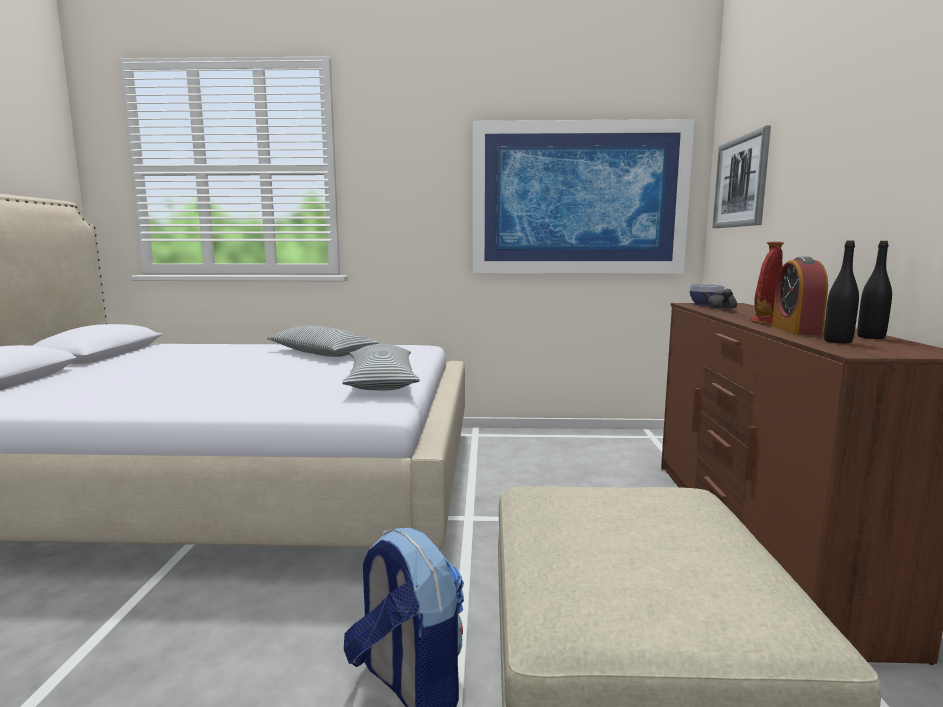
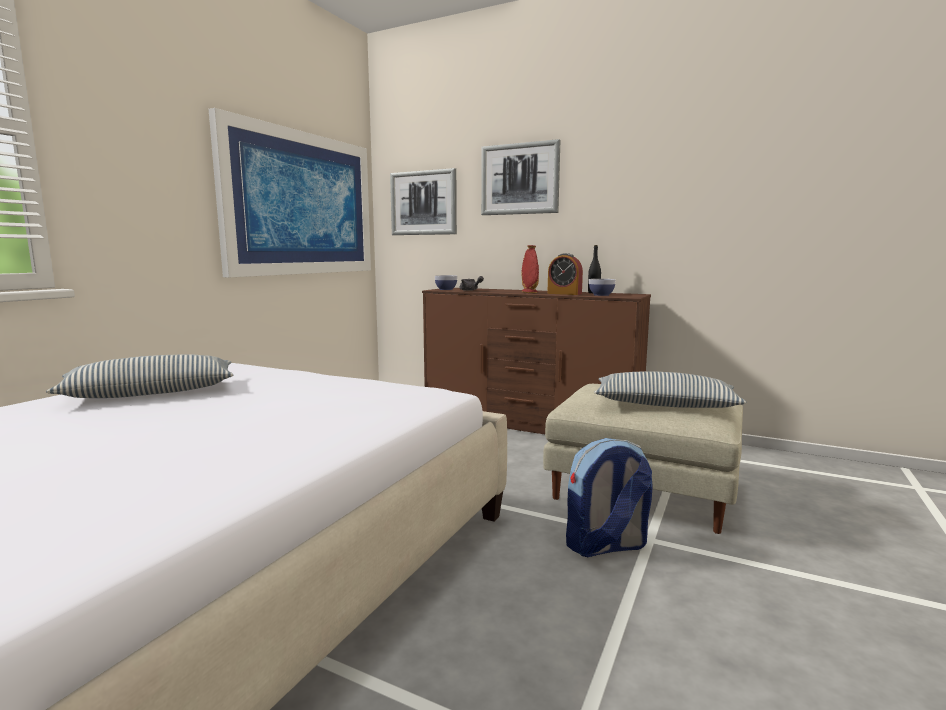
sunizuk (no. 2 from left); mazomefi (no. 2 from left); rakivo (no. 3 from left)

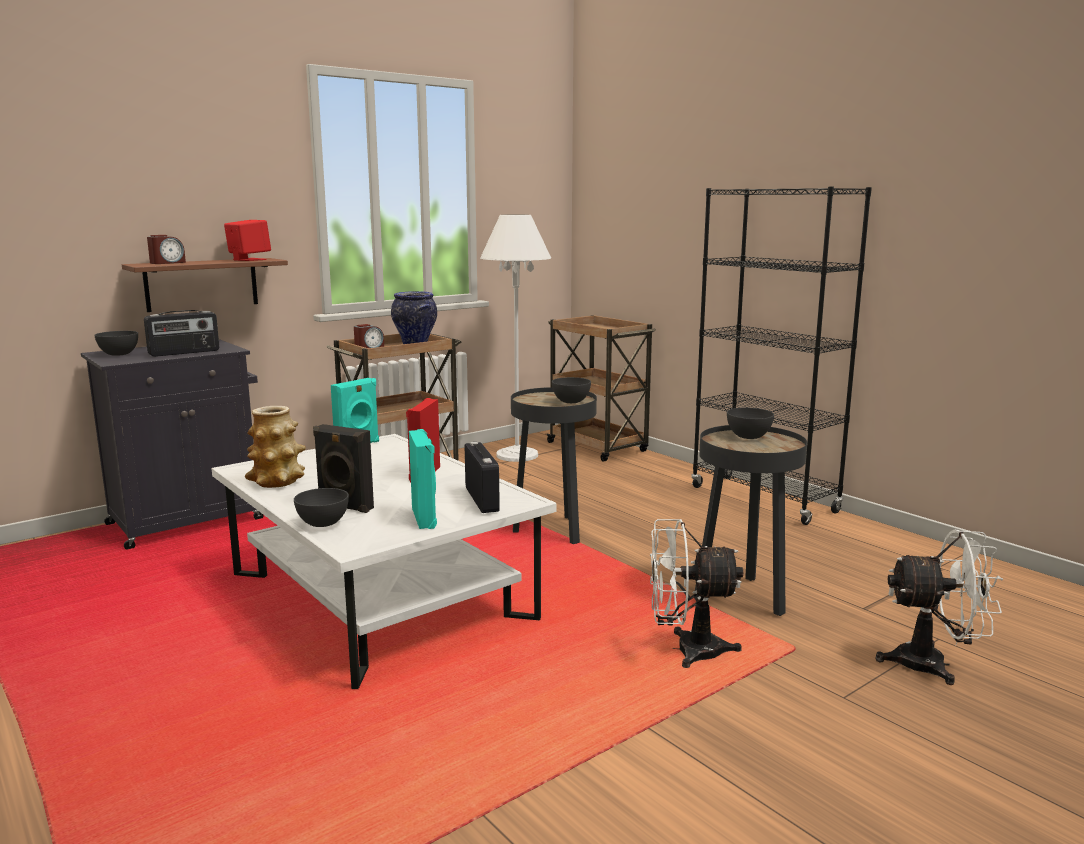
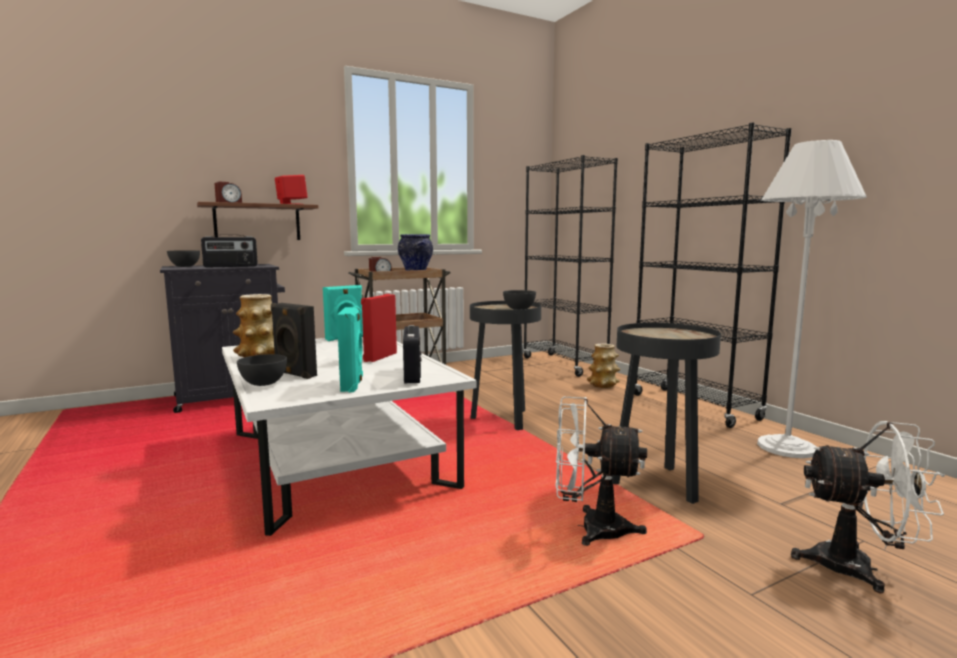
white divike; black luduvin (no. 1 from left); grey sunizuk (no. 4 from left in the first image); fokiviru (no. 3 from left)

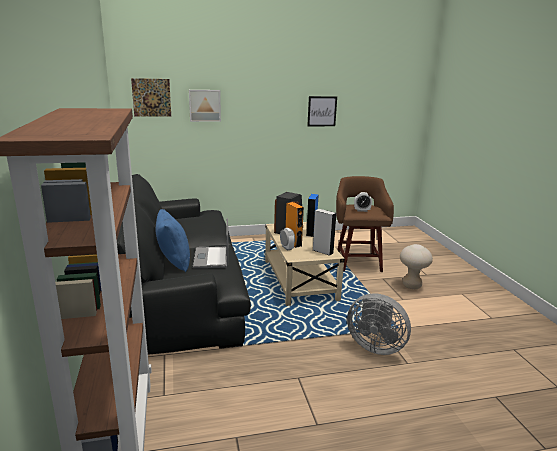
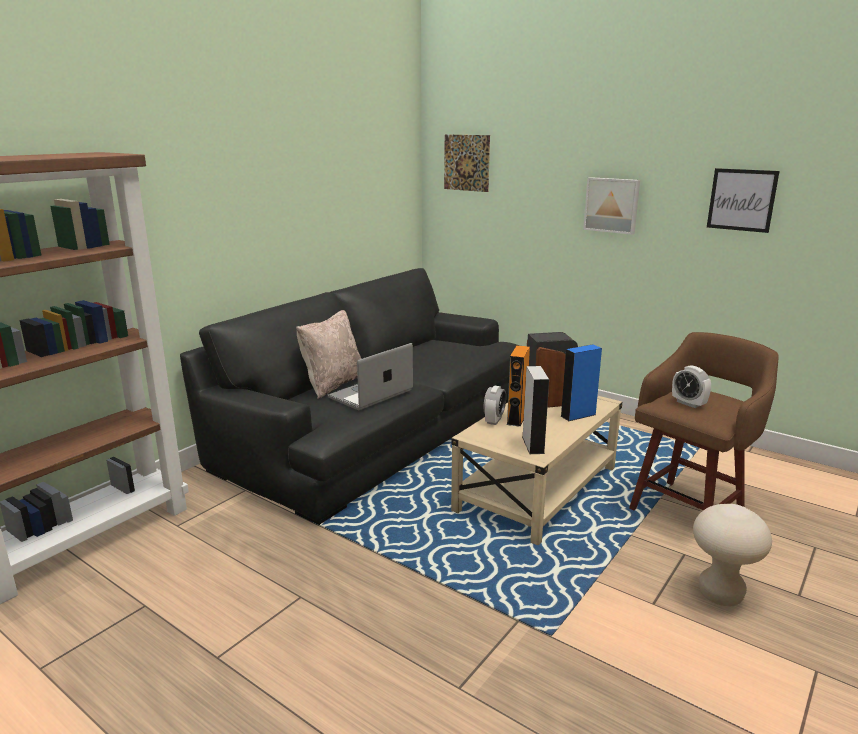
rakivo (no. 2 from left); beige mazomefi; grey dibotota

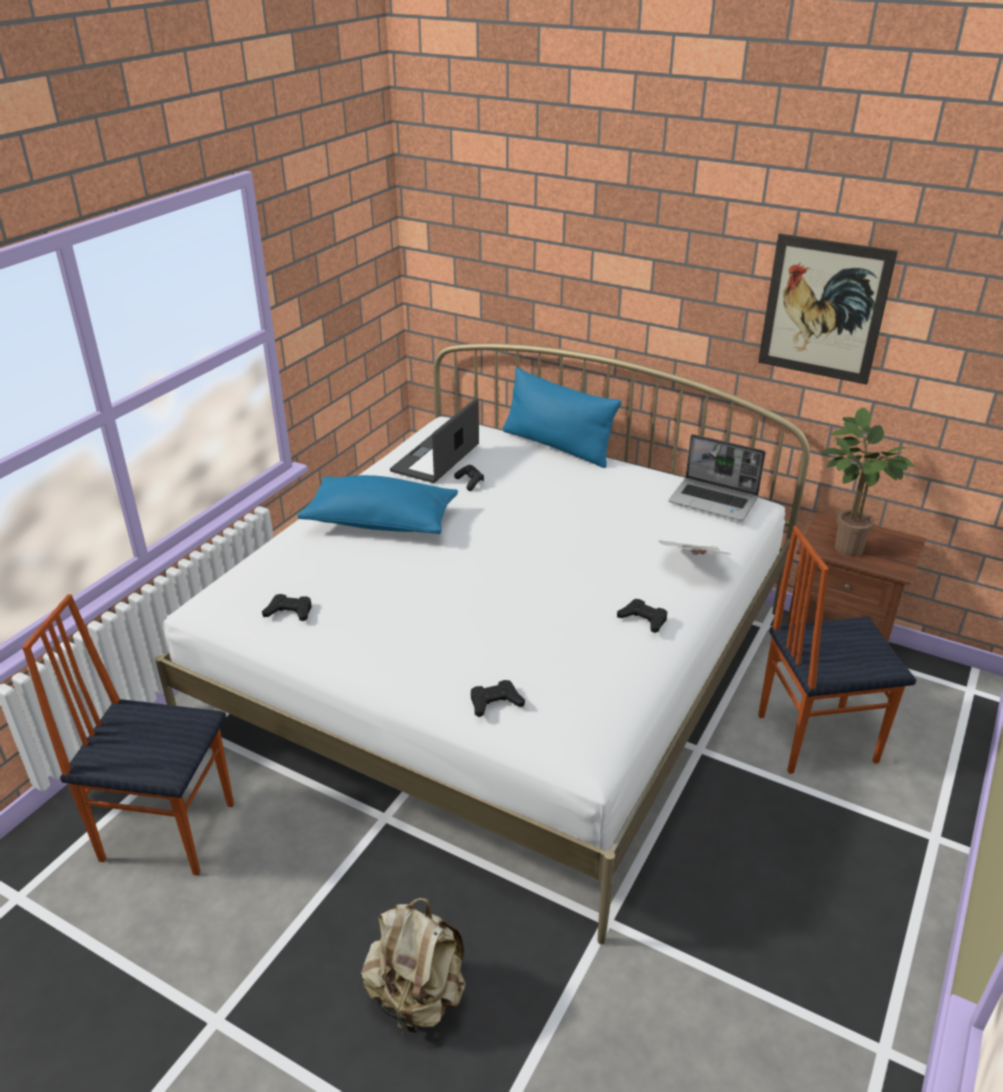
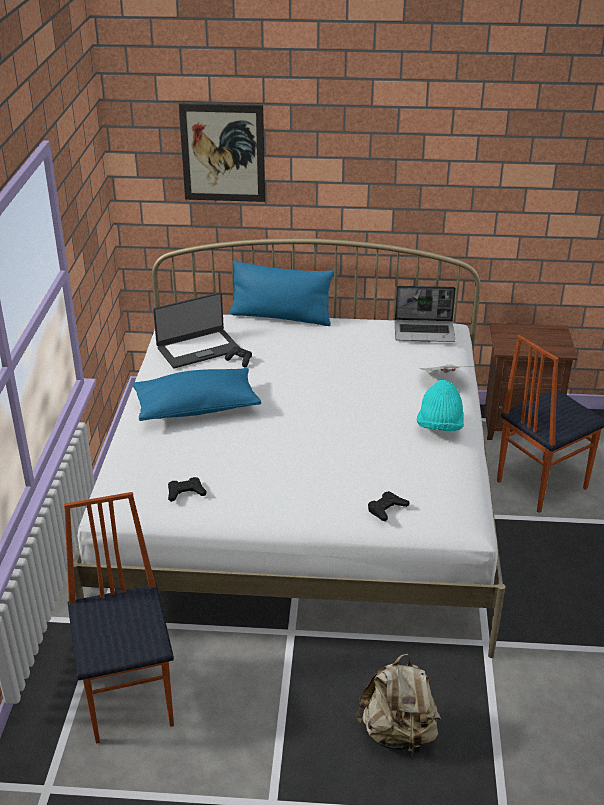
rakivo; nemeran (no. 1 from left); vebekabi; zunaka (no. 1 from left); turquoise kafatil

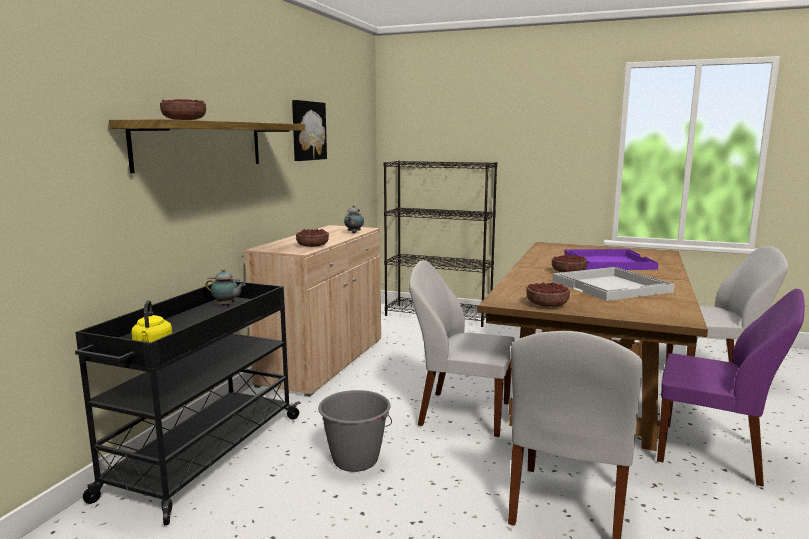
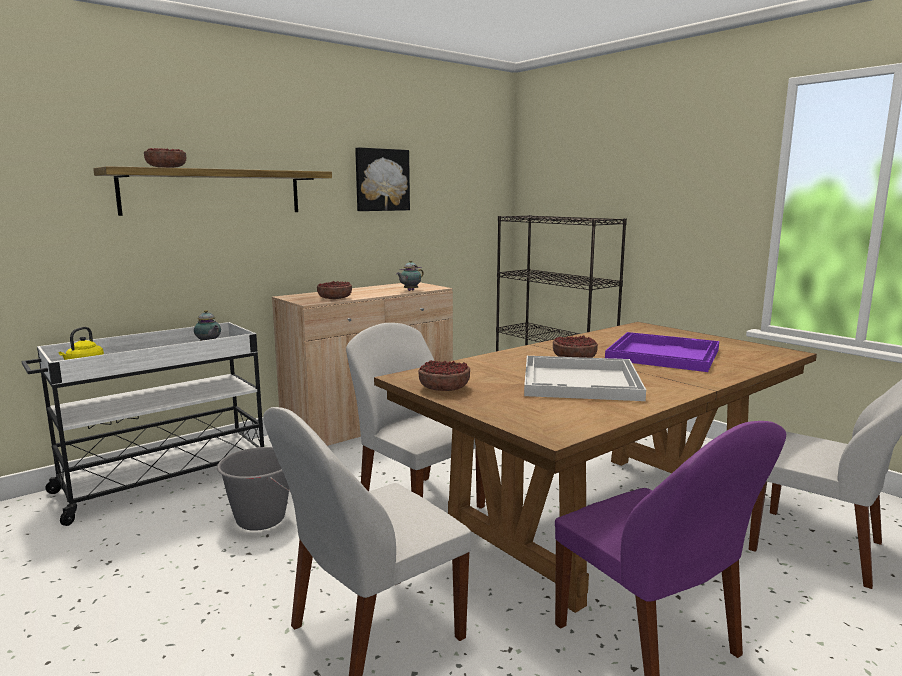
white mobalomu

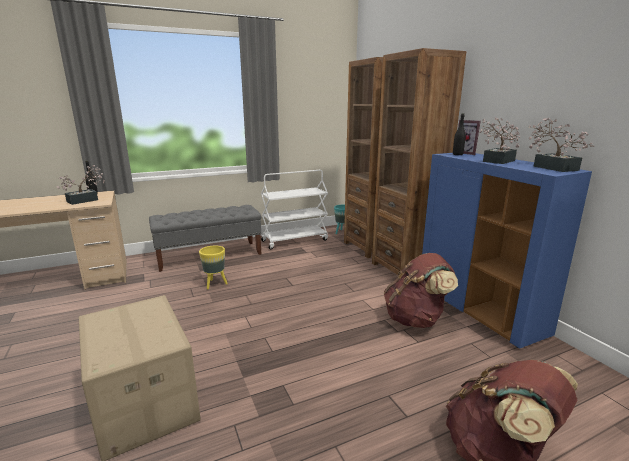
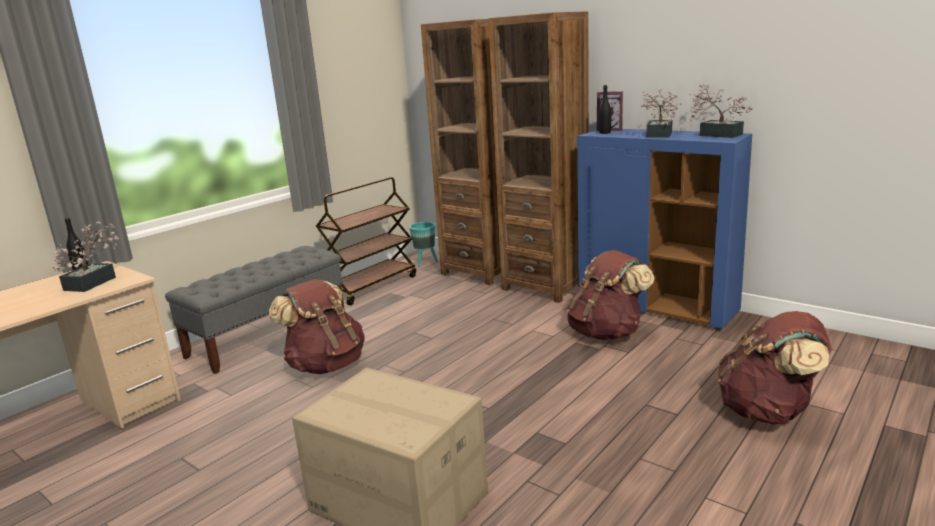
brown mobalomu; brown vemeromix (no. 1 from left)

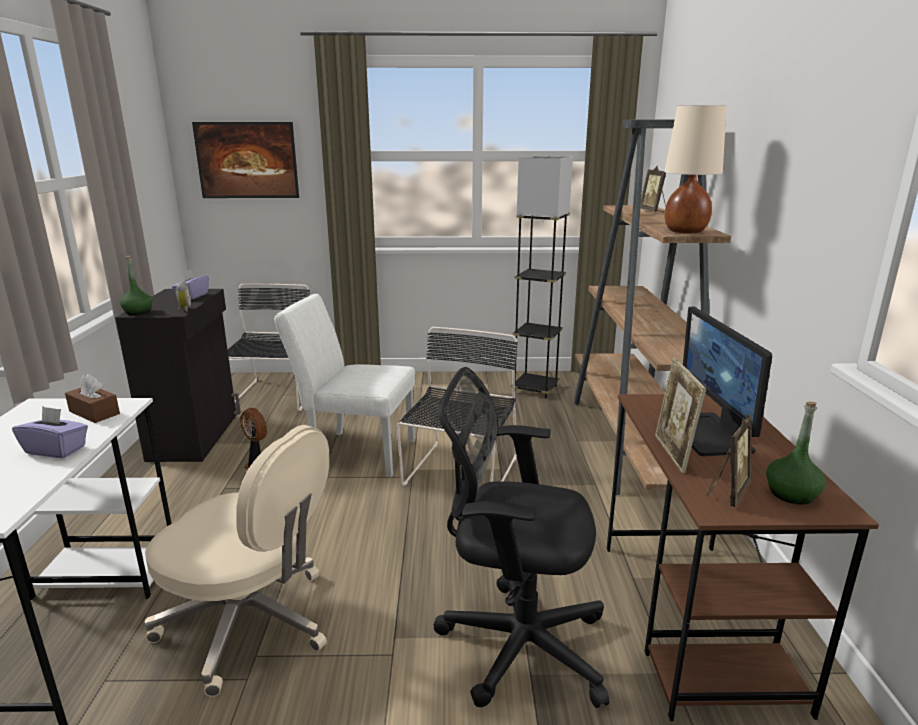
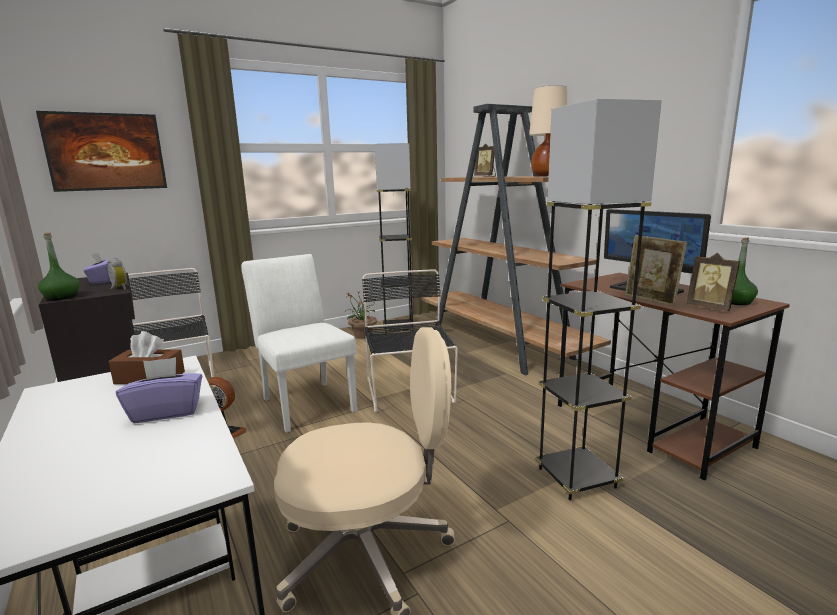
white zunaka; grey divike (no. 2 from left); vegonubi (no. 3 from left); vebekabi

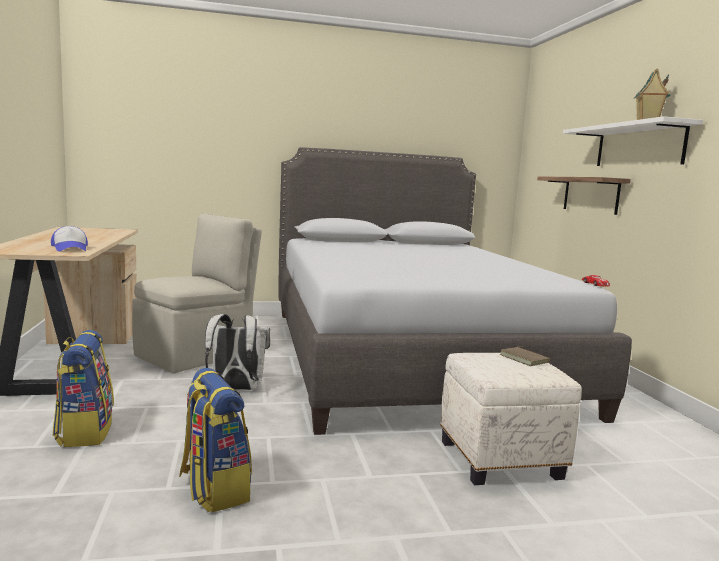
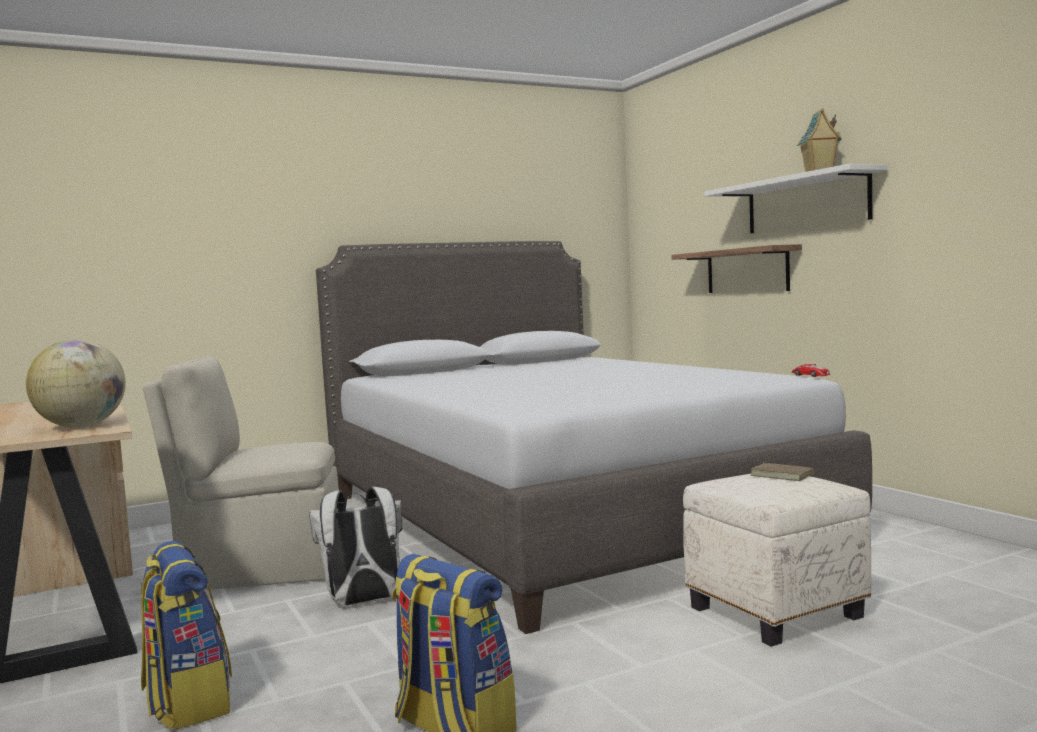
beige zunaka; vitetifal

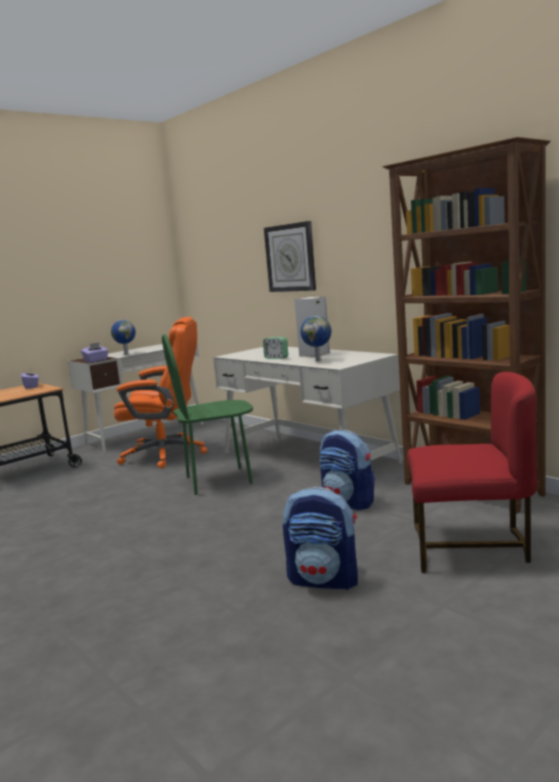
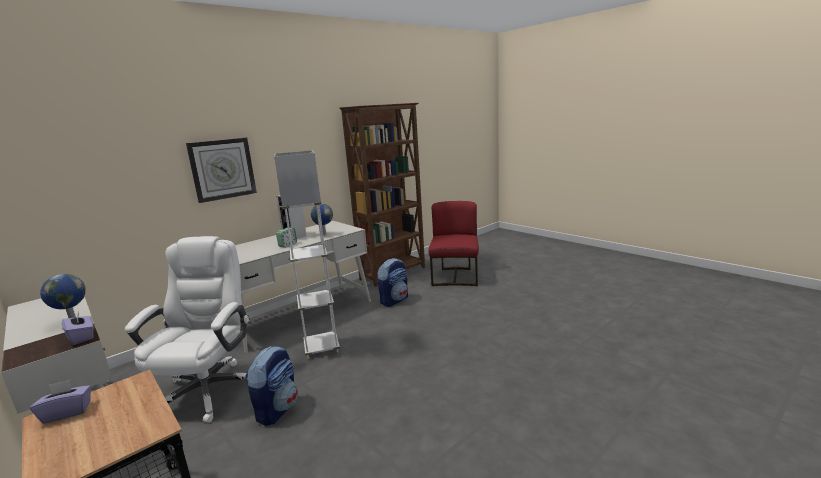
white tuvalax; white divike; vemeromix (no. 1 from left)

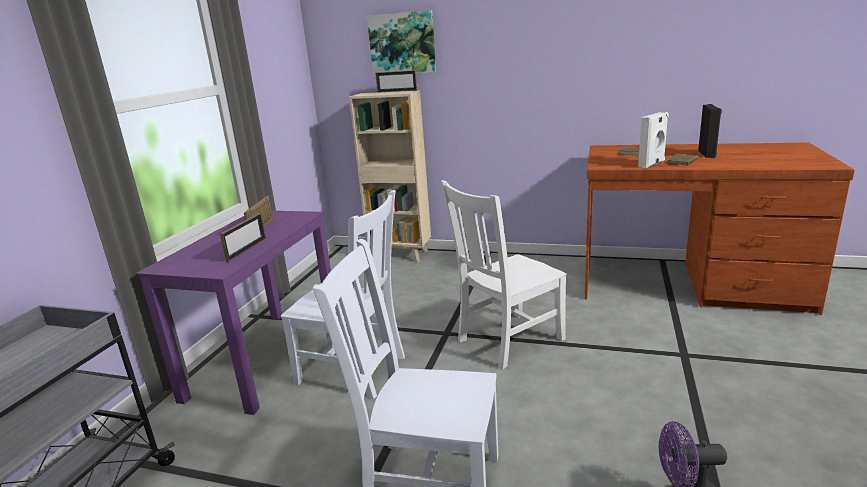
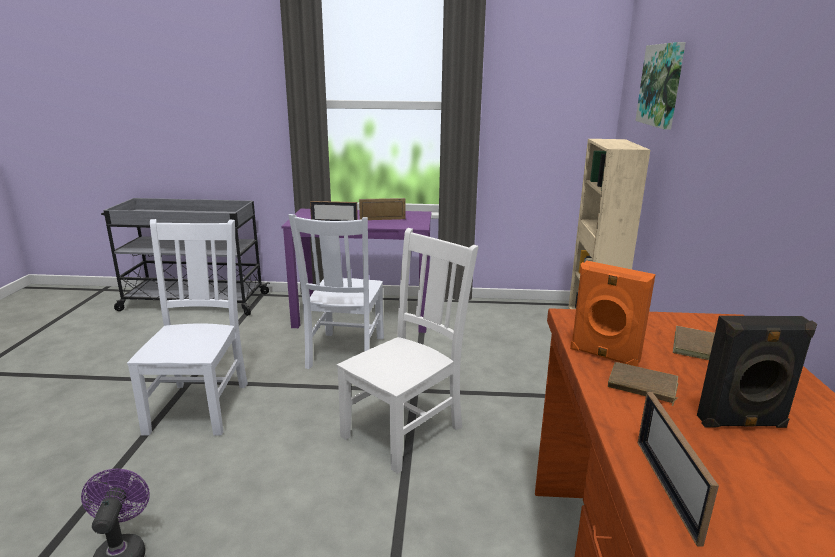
vegonubi (no. 3 from left); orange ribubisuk; white zunaka (no. 3 from left)

